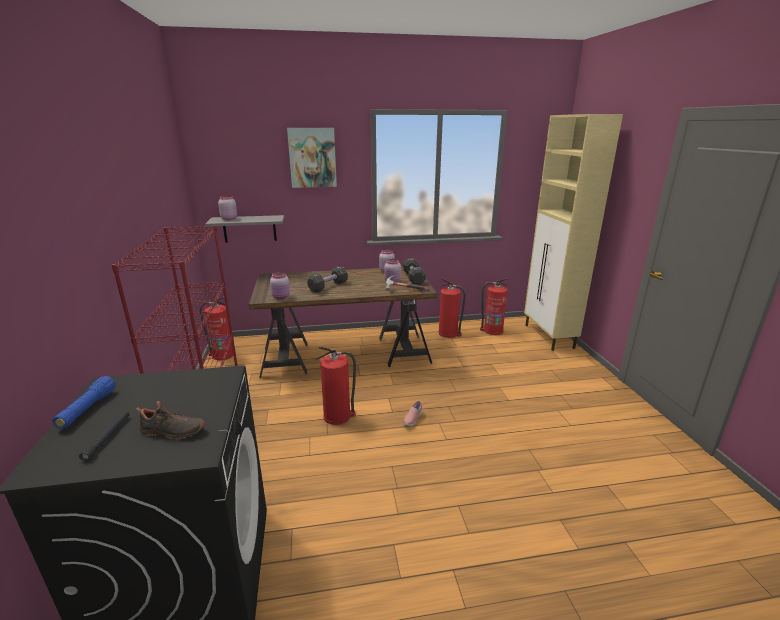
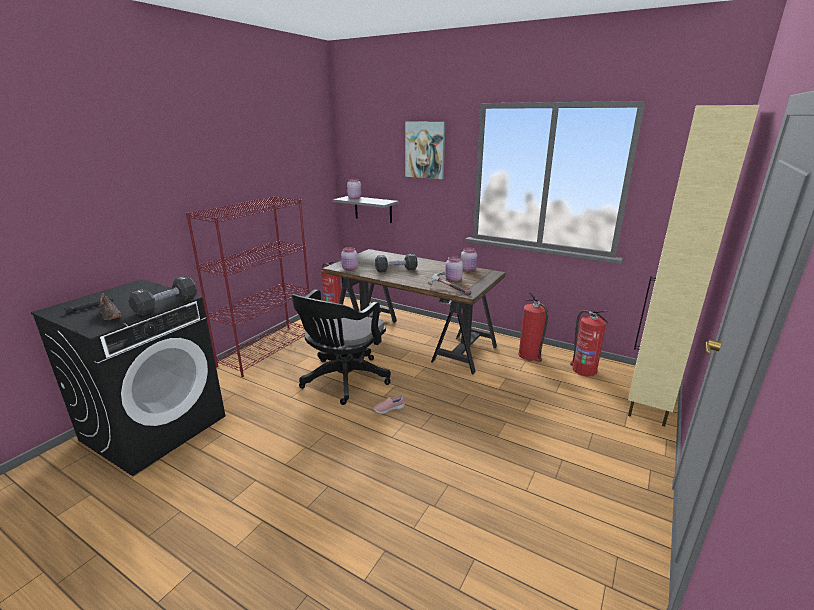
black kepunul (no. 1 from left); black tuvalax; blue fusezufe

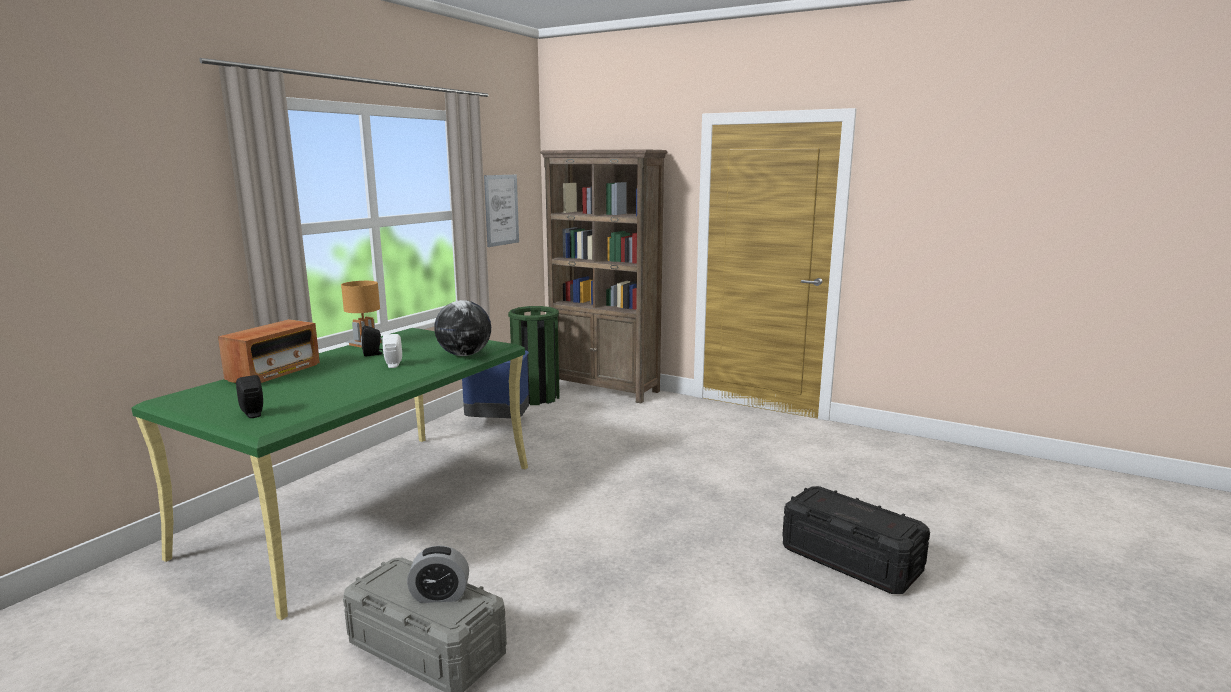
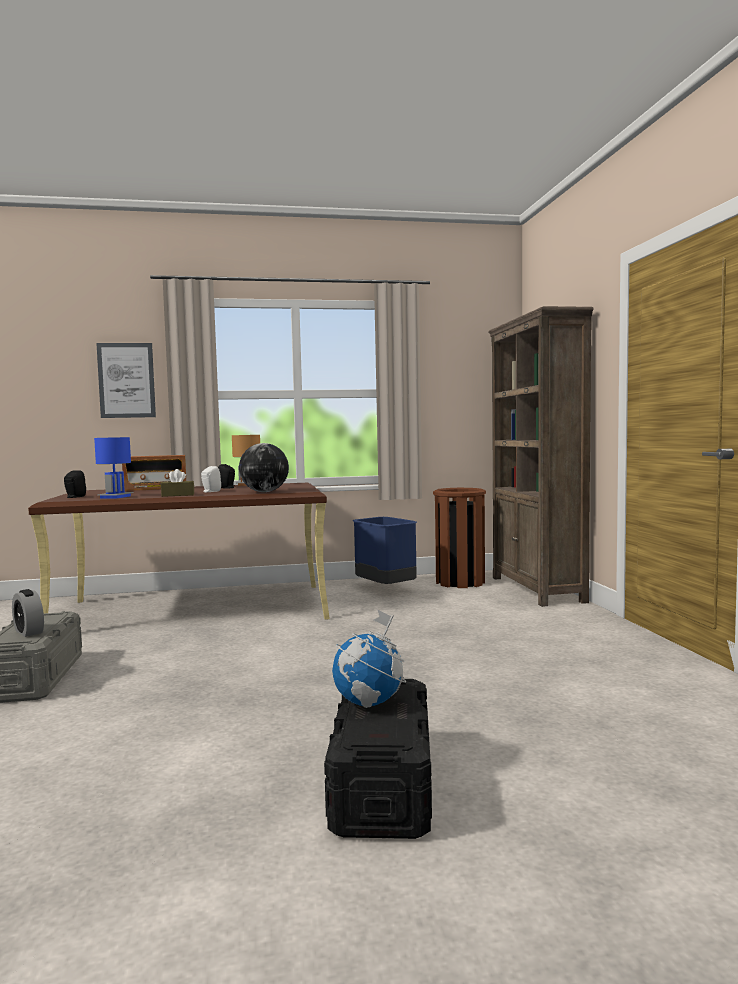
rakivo; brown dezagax; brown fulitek; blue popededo; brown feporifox; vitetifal (no. 2 from left)

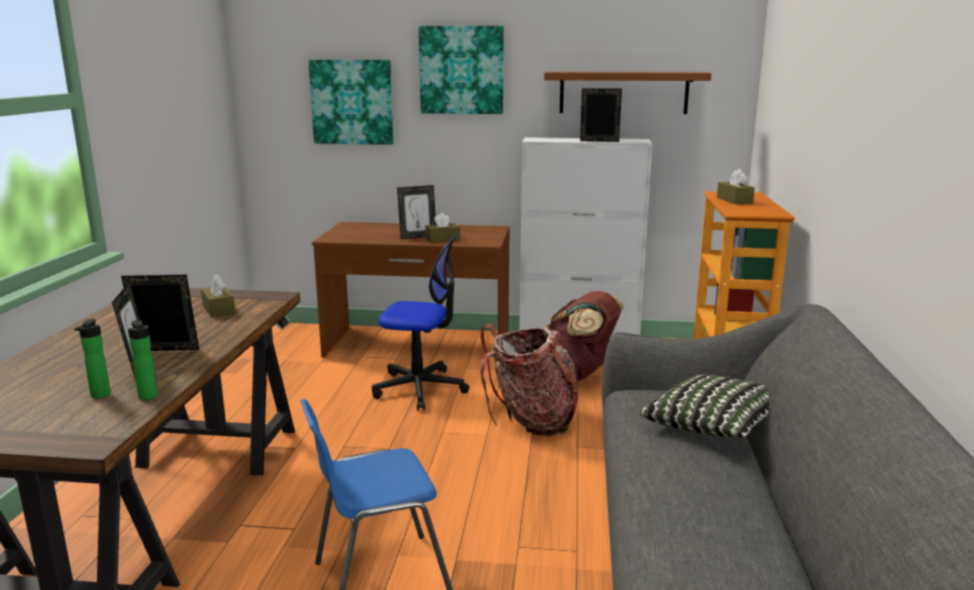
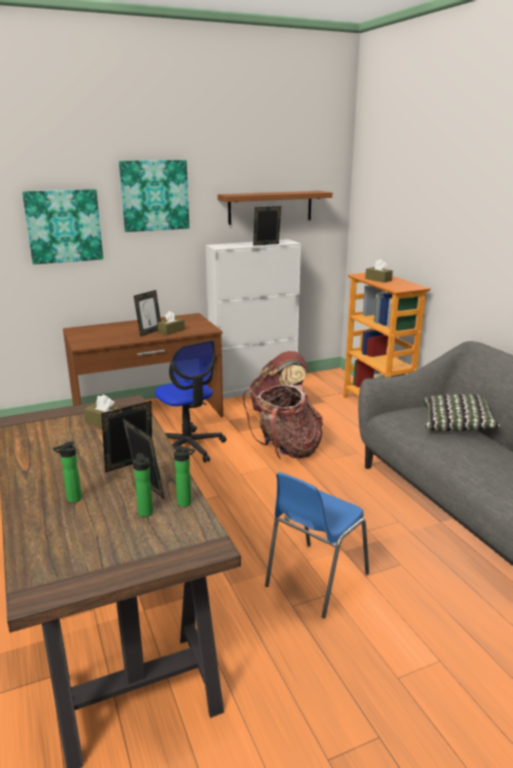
tuvalax; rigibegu (no. 1 from left)

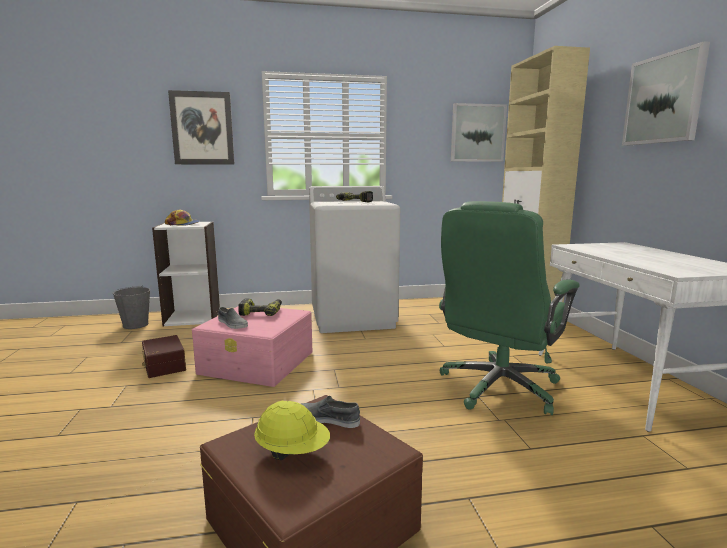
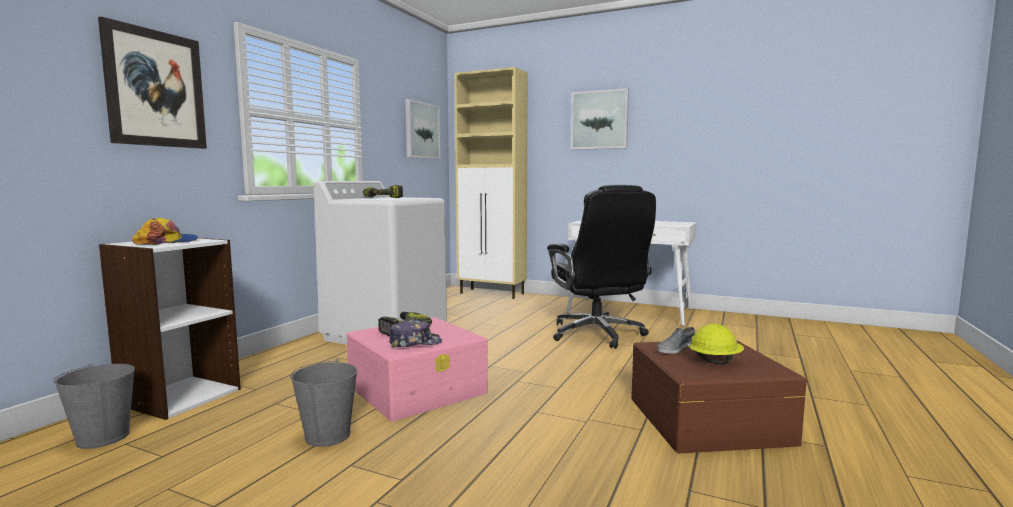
black tuvalax; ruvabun (no. 2 from left); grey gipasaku (no. 2 from left)

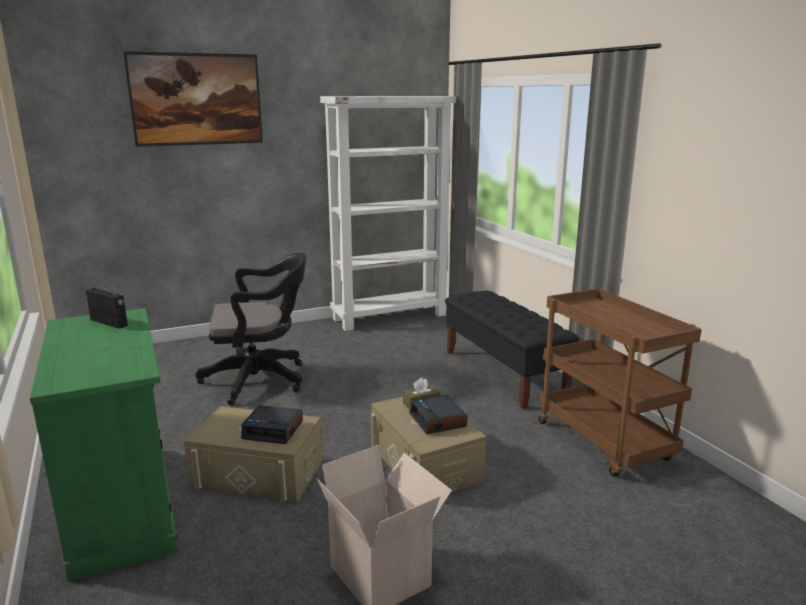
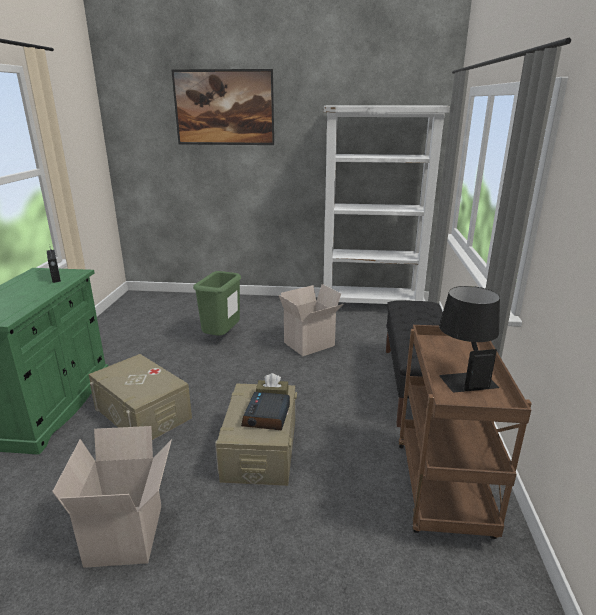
green dezagax; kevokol (no. 1 from left in the first image); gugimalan (no. 2 from left); black popededo

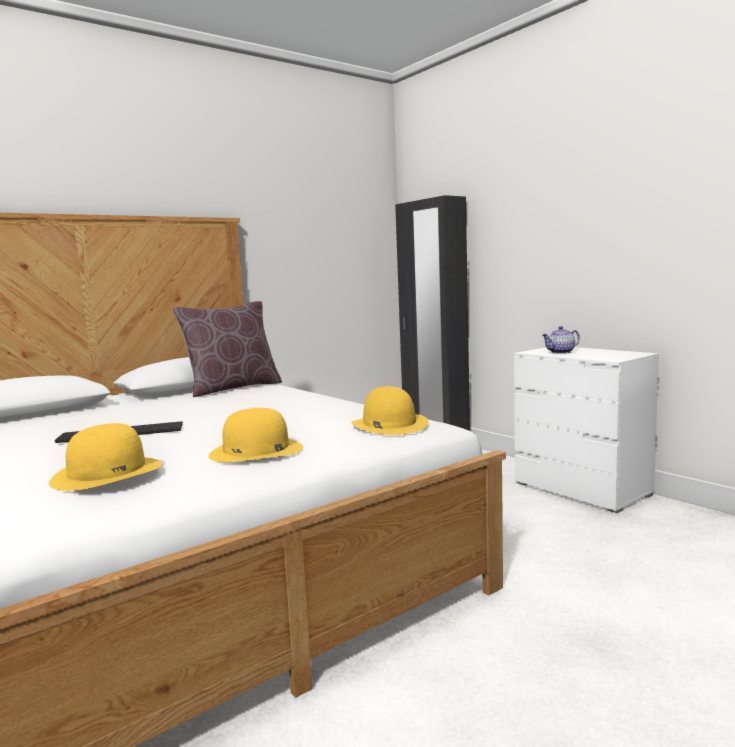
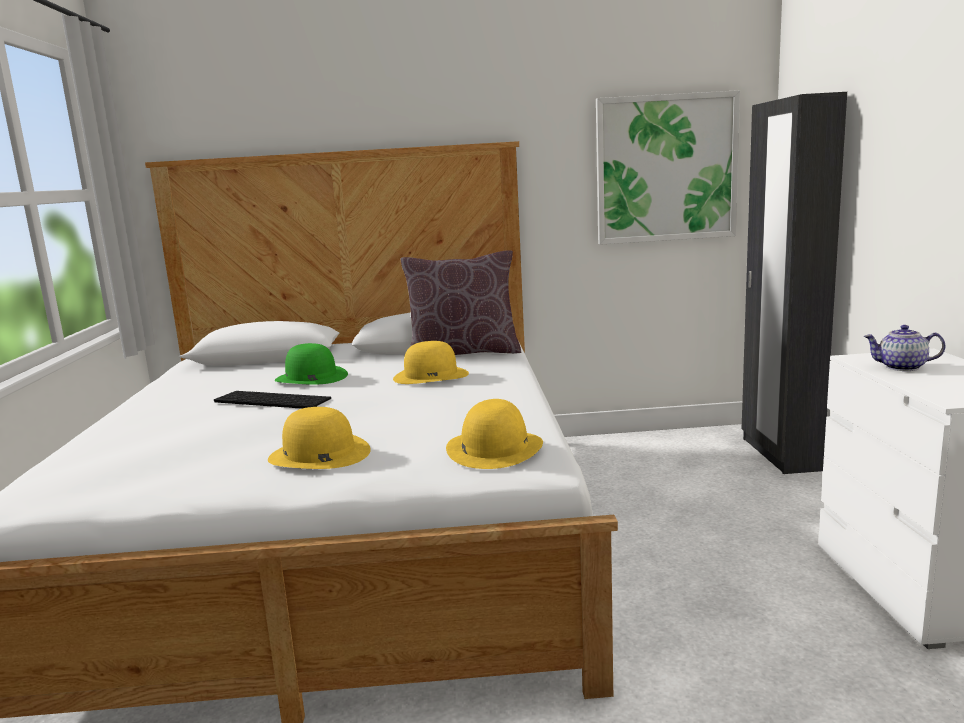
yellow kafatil (no. 2 from left); rakivo; green kafatil

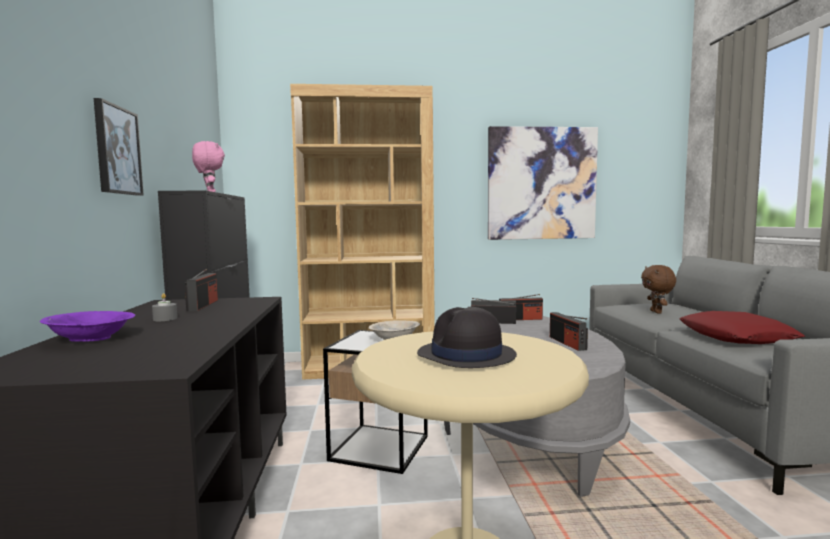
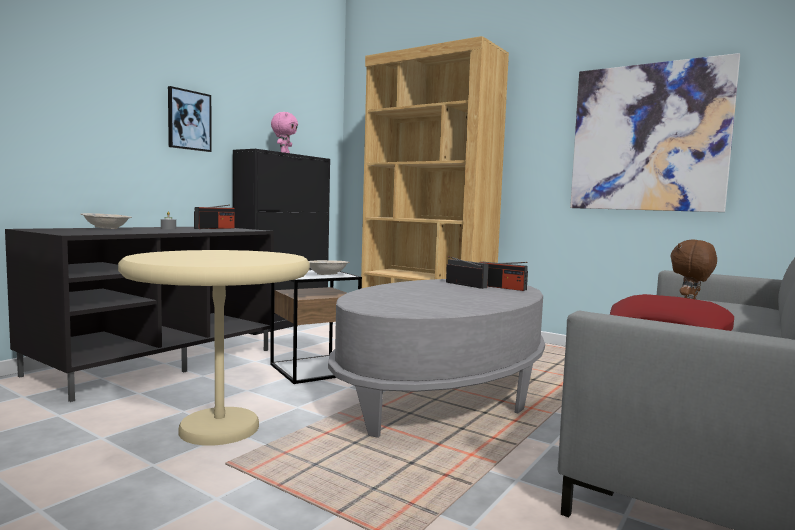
black kafatil; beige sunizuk (no. 1 from left); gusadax (no. 4 from left in the first image)

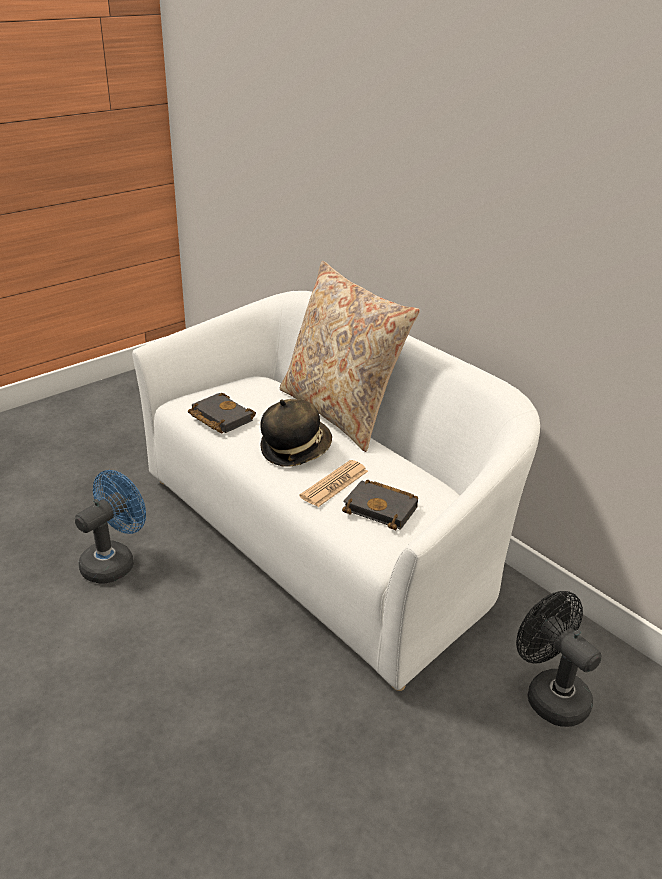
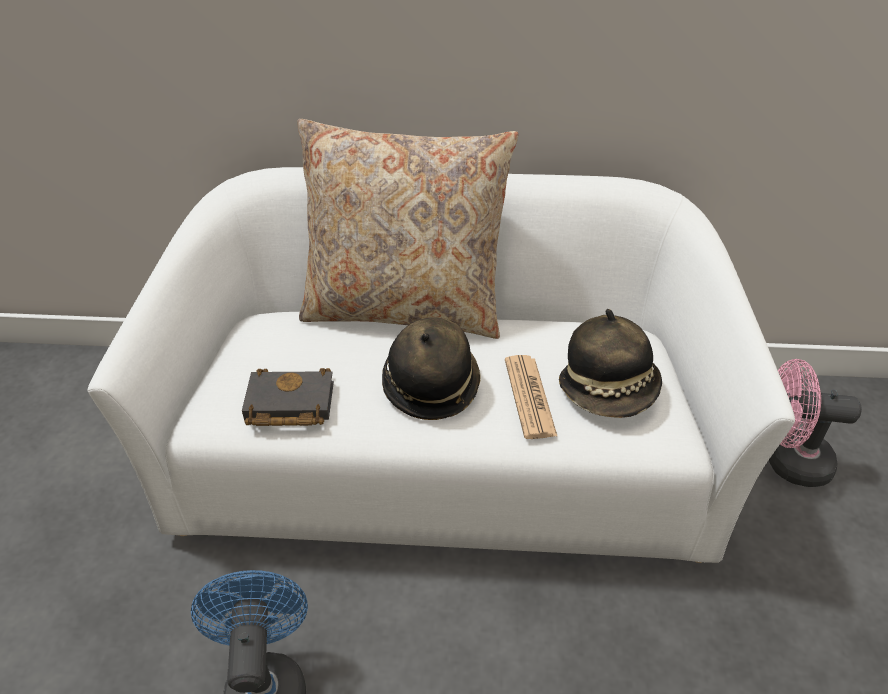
kafatil (no. 2 from left); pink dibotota

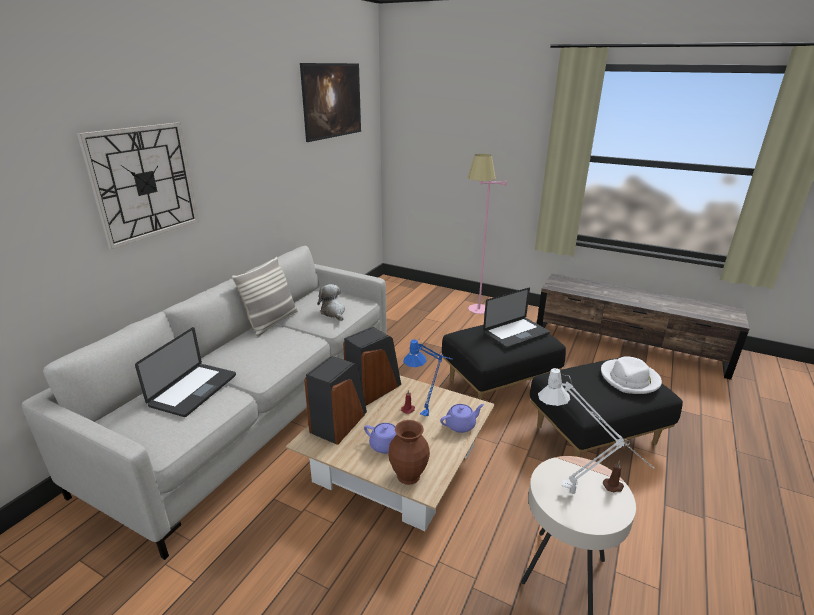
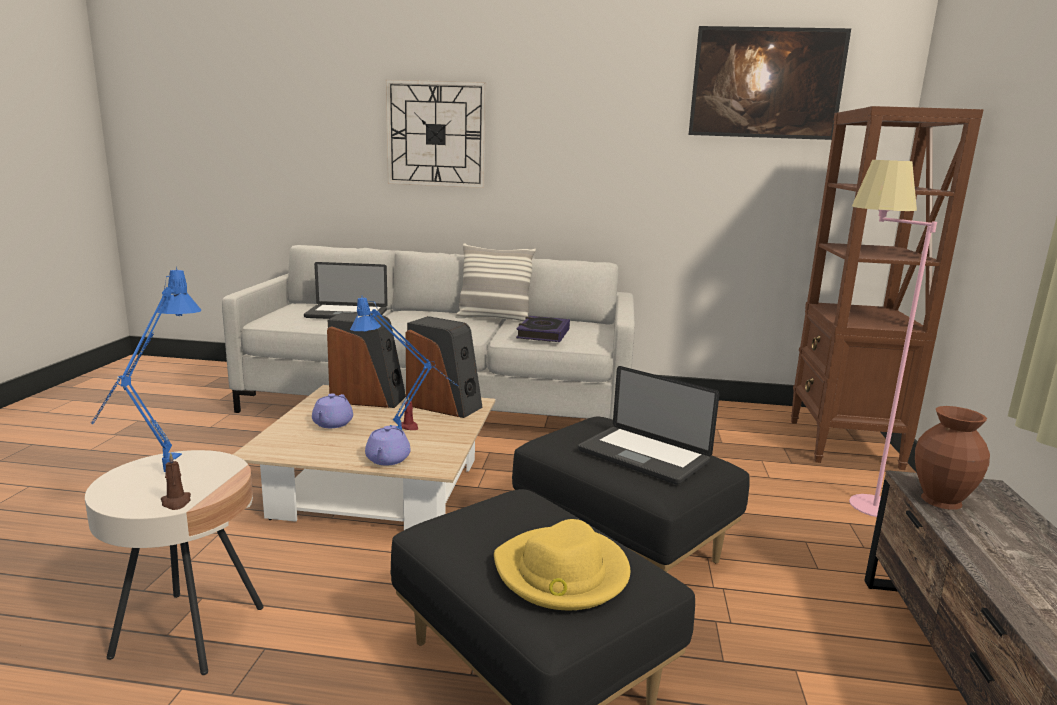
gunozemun; yellow kafatil; blue popededo (no. 1 from left); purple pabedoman (no. 2 from left); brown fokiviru; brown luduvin

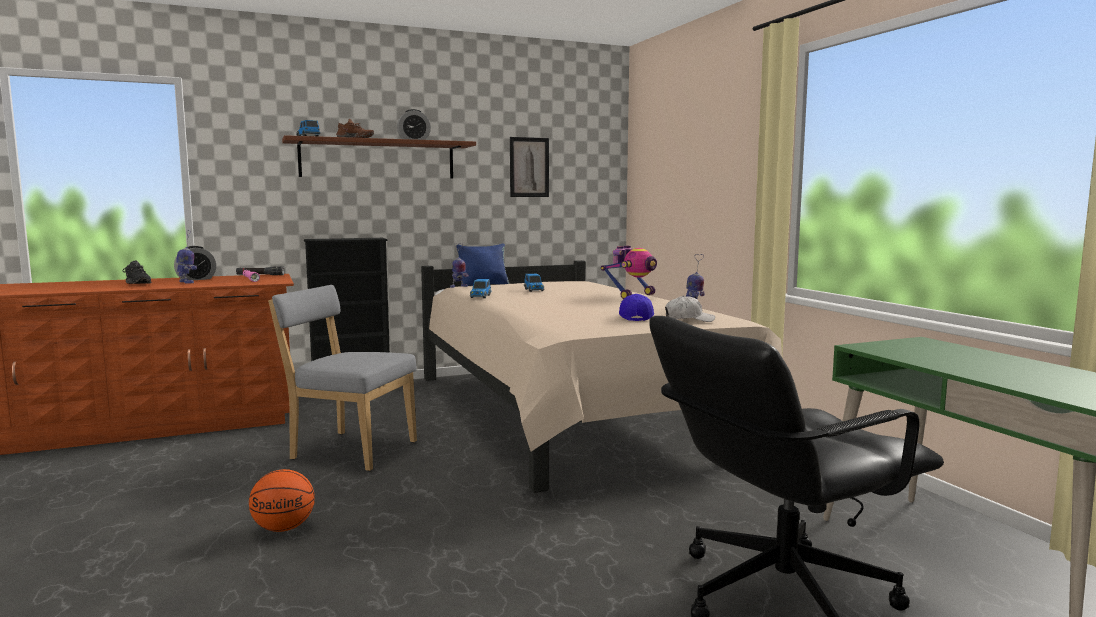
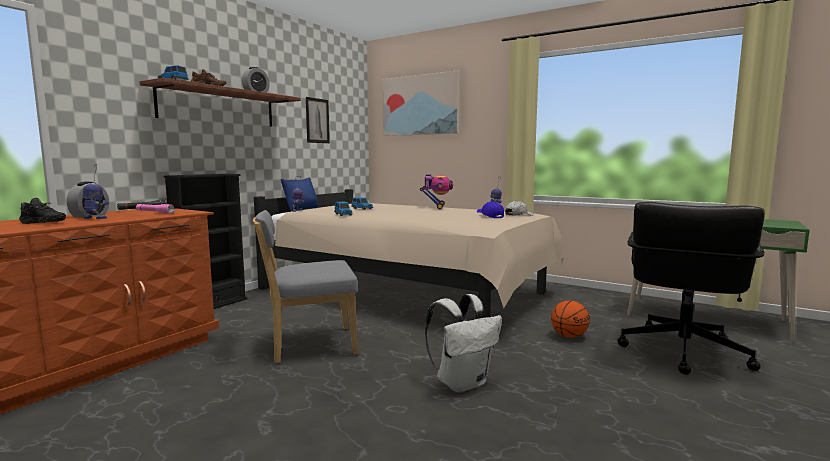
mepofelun; rakivo (no. 2 from left); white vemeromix

